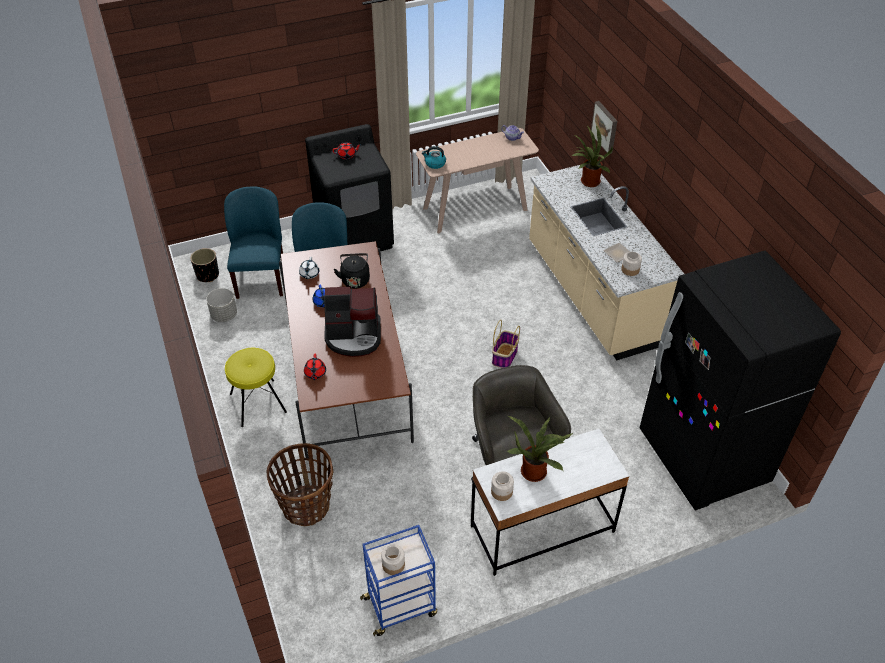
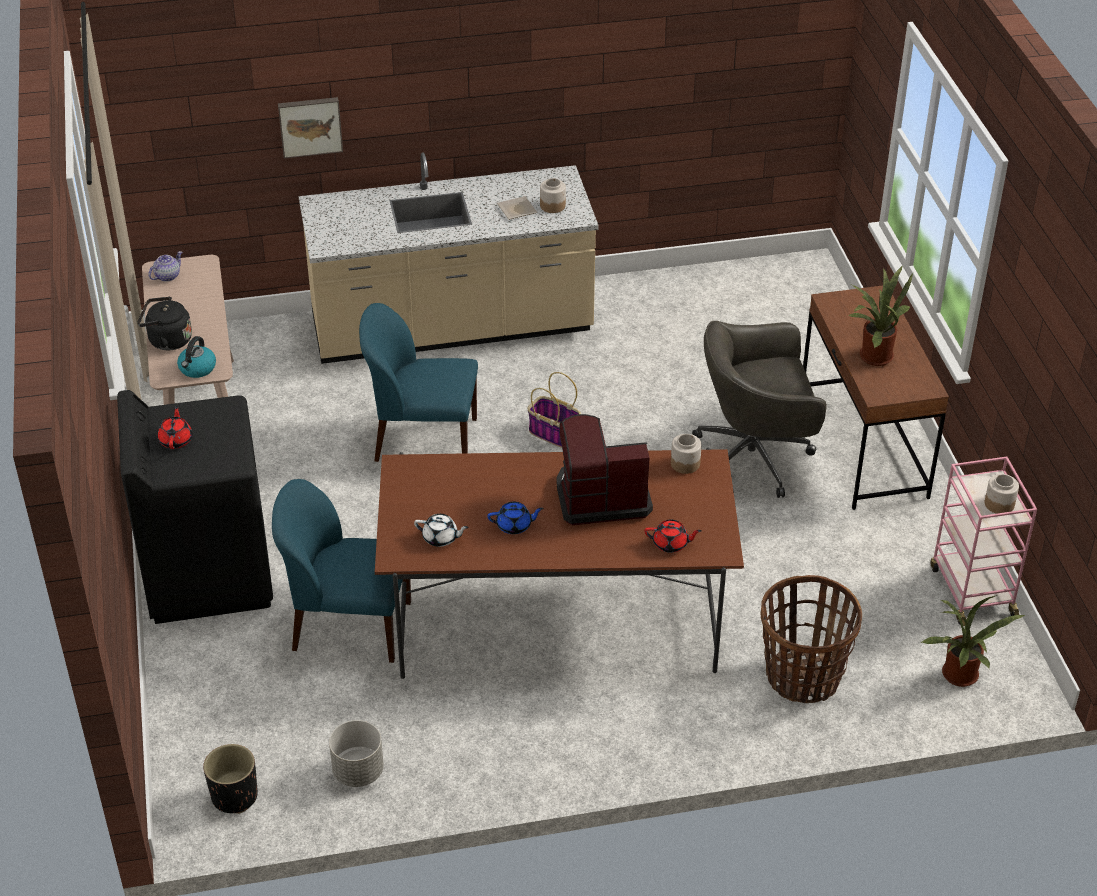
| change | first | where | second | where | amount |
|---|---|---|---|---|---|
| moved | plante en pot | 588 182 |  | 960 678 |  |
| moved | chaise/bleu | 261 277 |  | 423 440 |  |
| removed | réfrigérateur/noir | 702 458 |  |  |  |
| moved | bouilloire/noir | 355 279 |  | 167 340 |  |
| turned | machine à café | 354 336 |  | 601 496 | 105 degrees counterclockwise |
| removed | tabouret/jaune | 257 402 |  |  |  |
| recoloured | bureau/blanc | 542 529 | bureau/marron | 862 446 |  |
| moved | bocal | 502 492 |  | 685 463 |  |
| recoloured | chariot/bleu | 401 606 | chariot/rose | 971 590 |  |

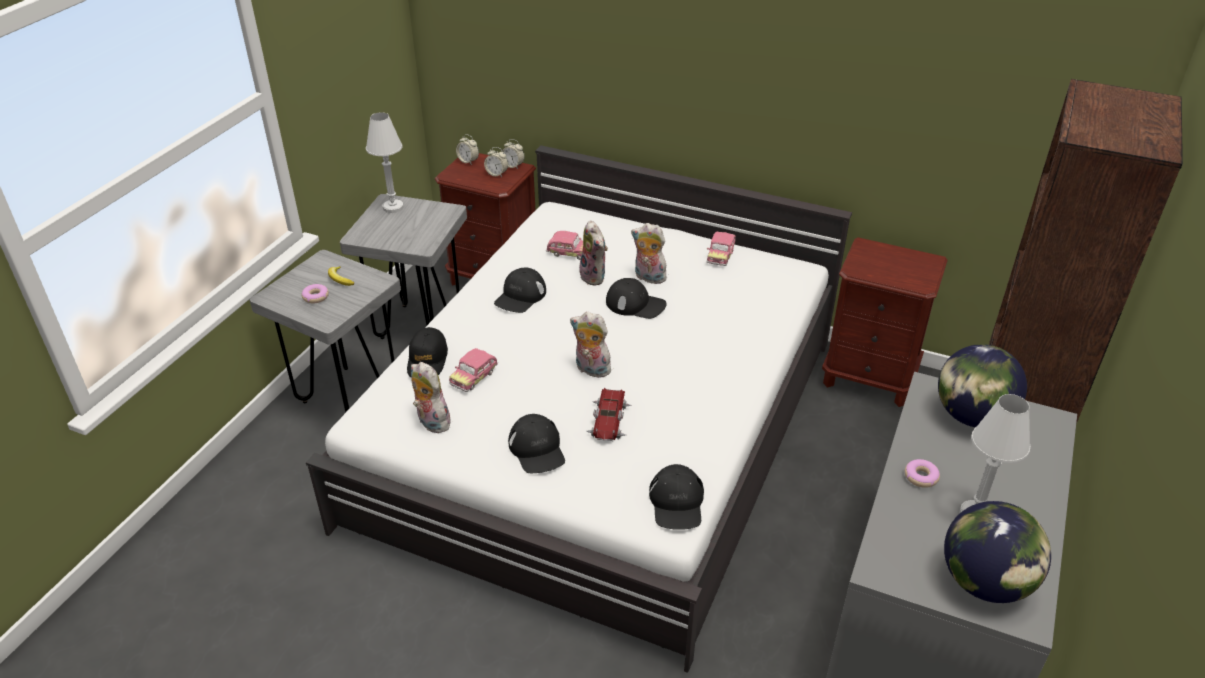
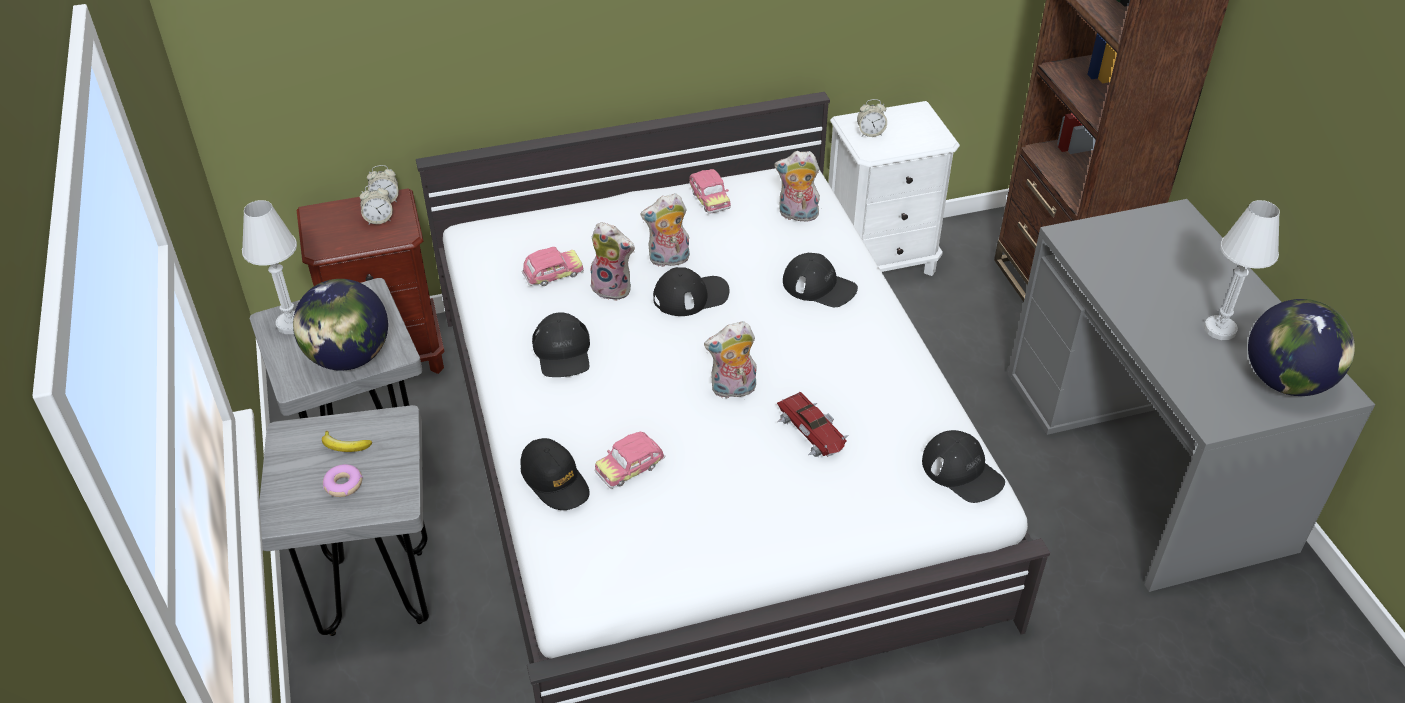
| change | first | where | second | where | amount |
|---|---|---|---|---|---|
| moved | réveil | 468 161 |  | 870 133 |  |
| recoloured | table de chevet/marron | 869 378 | table de chevet/blanc | 880 261 |  |
| moved | globe | 971 416 |  | 349 358 |  |
| turned | petite voiture | 474 377 |  | 630 468 | 60 degrees clockwise |
| moved | peluche | 431 422 |  | 797 215 |  |
| moved | casquette/noir | 537 449 |  | 819 286 |  |
| removed | beignet | 921 477 |  |  |  |

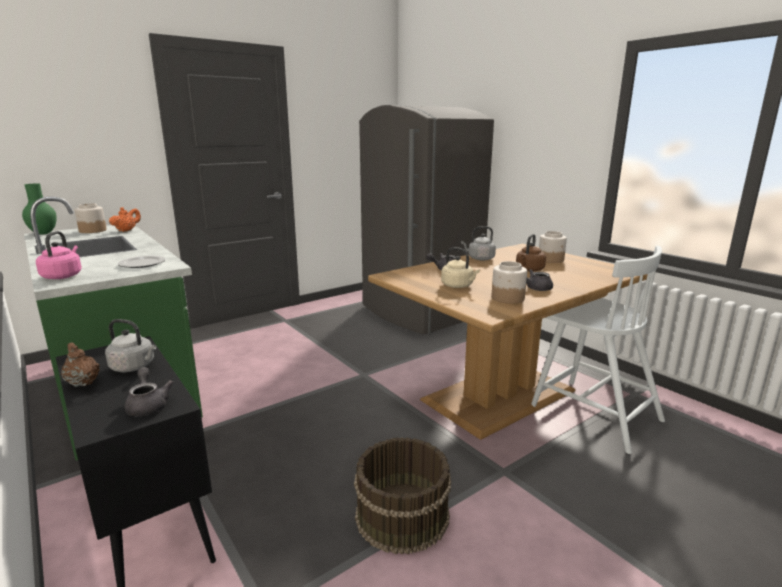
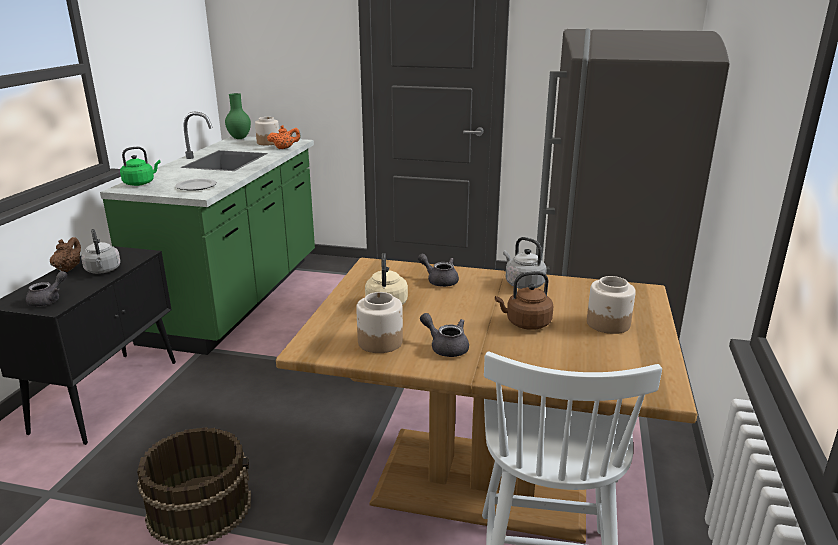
| change | first | where | second | where | amount |
|---|---|---|---|---|---|
| recoloured | bouilloire/rose | 63 276 | bouilloire/vert | 140 183 |  |

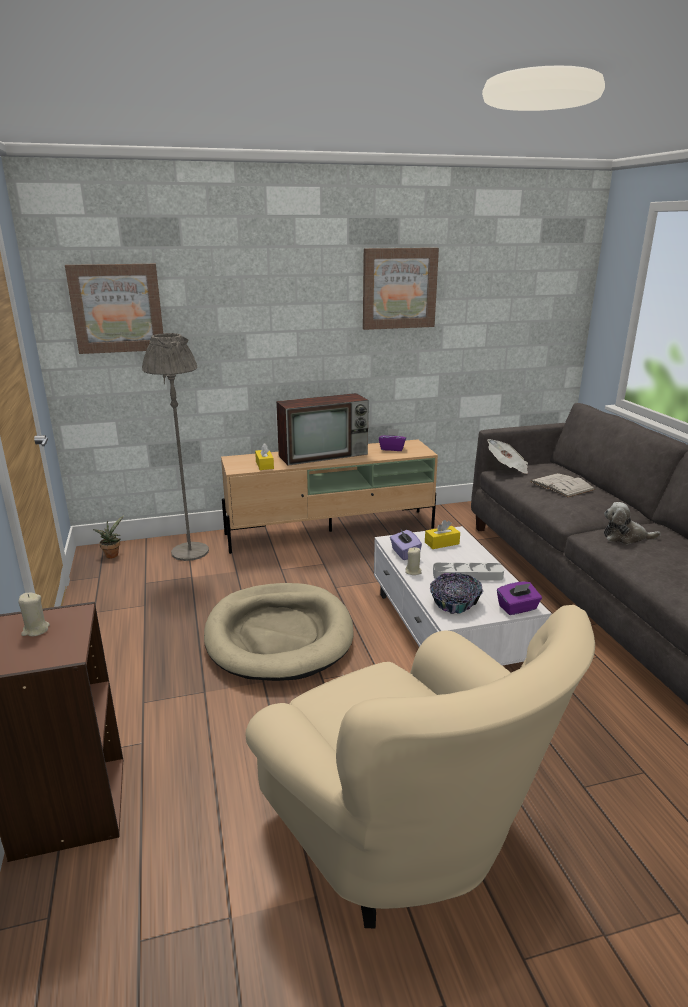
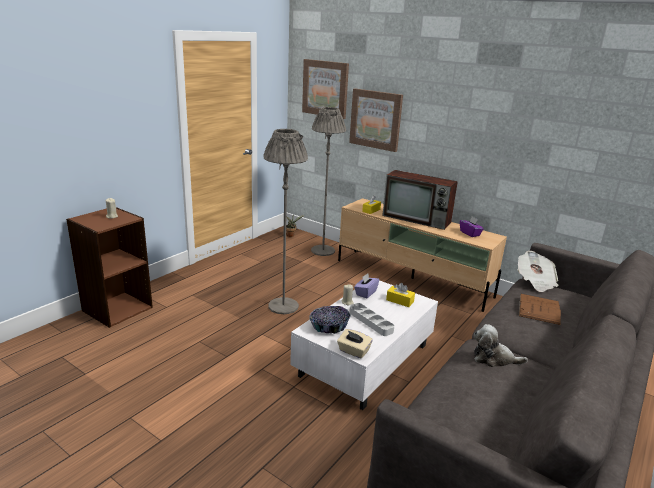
| change | first | where | second | where | amount |
|---|---|---|---|---|---|
| moved | tableau | 399 288 |  | 376 119 |  |
| recoloured | livre/blanc | 561 485 | livre/marron | 539 309 |  |
| turned | peluche | 625 537 |  | 494 359 | 45 degrees counterclockwise |
| recoloured | boîte à mouchoirs/violet | 517 608 | boîte à mouchoirs/beige | 353 351 |  |
| replaced | panier pour chien/beige | 279 635 | lampadaire/gris | 283 306 |  |
| removed | fauteuil/beige | 405 838 |  |  |  |

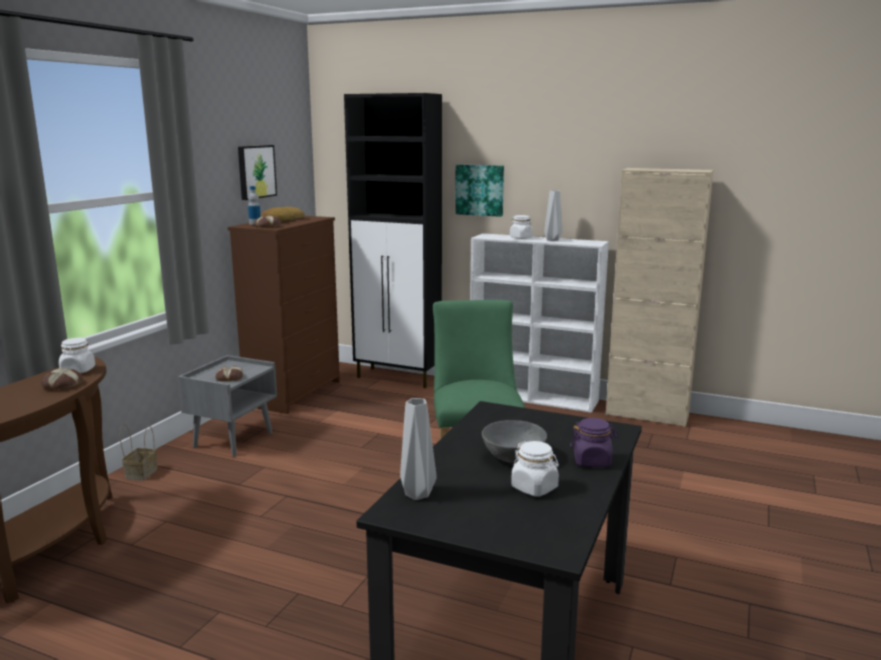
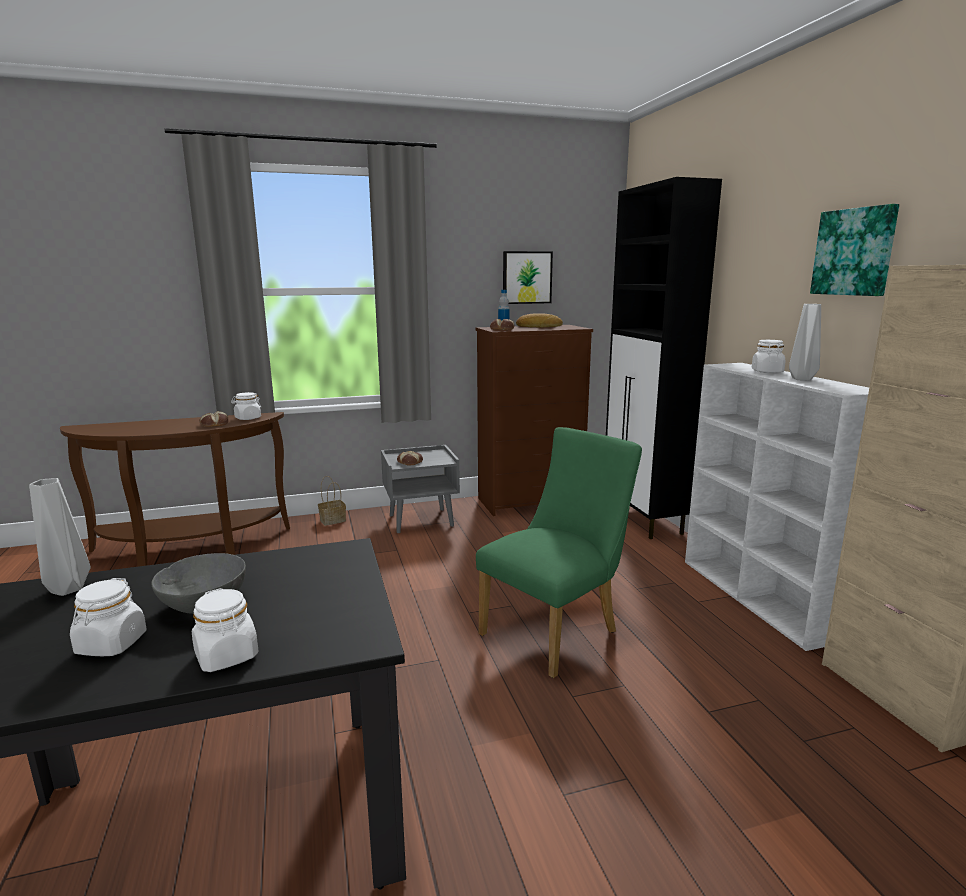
| change | first | where | second | where | amount |
|---|---|---|---|---|---|
| moved | tableau | 480 190 |  | 854 252 |  |
| recoloured | bocal/violet | 592 461 | bocal/blanc | 227 656 |  |

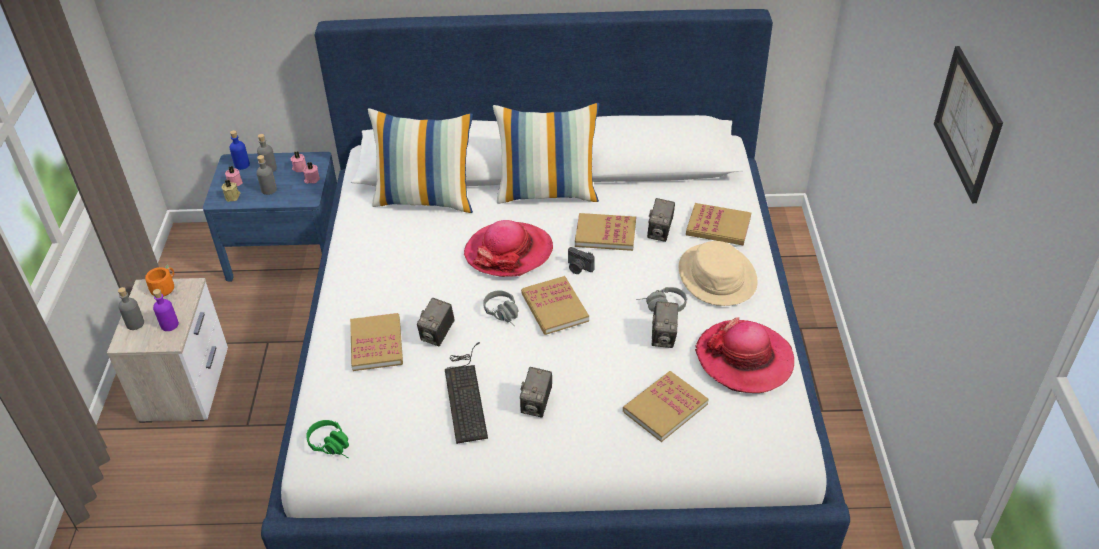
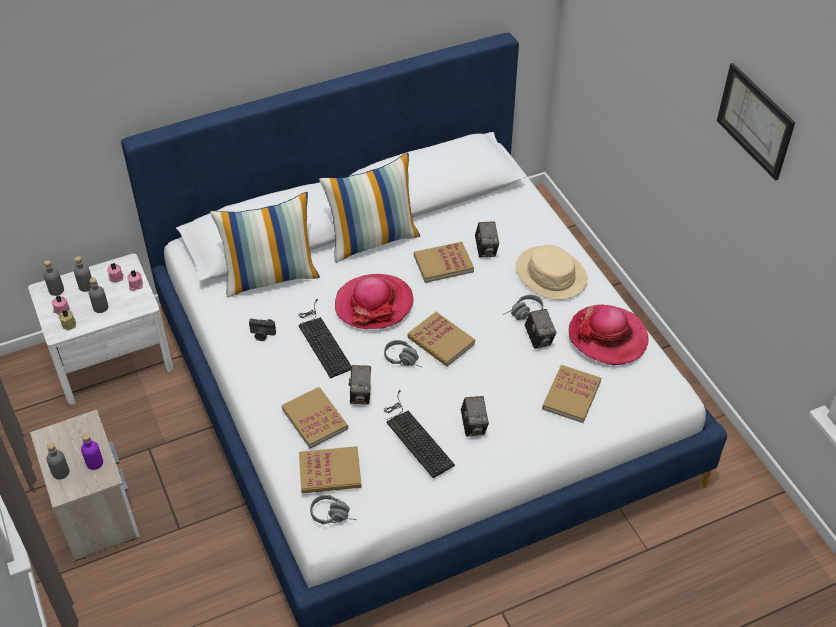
| change | first | where | second | where | amount |
|---|---|---|---|---|---|
| recoloured | bouteille/bleu | 242 165 | bouteille/gris | 56 290 |  |
| recoloured | table de chevet/bleu | 287 251 | table de chevet/blanc | 111 358 |  |
| moved | livre | 718 227 |  | 330 472 |  |
| moved | appareil photo | 578 268 |  | 262 335 |  |
| removed | mug/orange | 164 287 |  |  |  |
| recoloured | casque audio/vert | 334 446 | casque audio/gris | 334 515 |  |
| added |  |  | clavier | 322 340 |  |

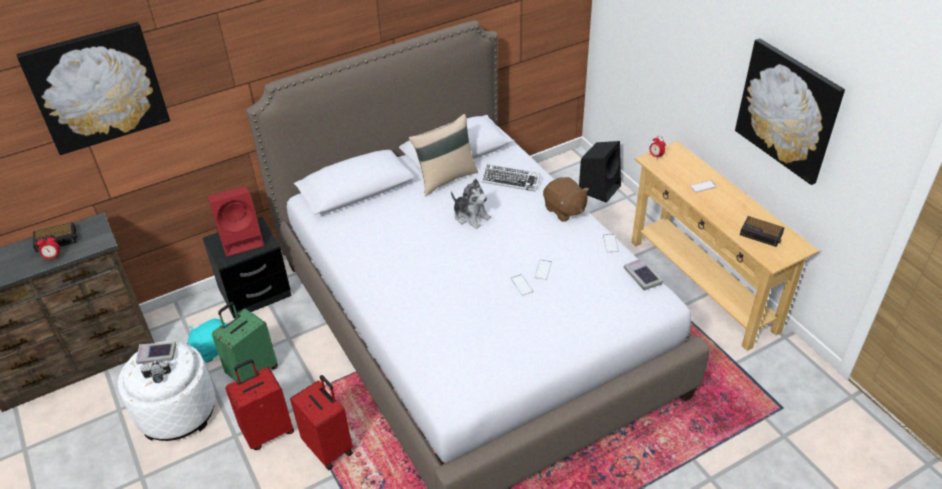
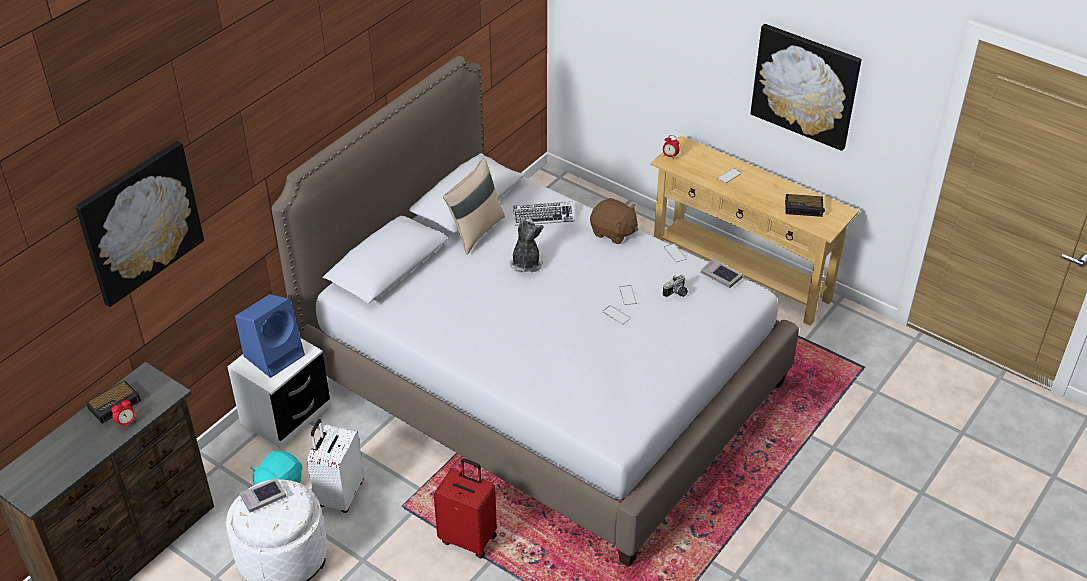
| change | first | where | second | where | amount |
|---|---|---|---|---|---|
| removed | enceinte/noir | 599 188 |  |  |  |
| turned | peluche | 471 216 |  | 526 263 | 105 degrees counterclockwise |
| recoloured | enceinte/rouge | 242 239 | enceinte/bleu | 275 354 |  |
| recoloured | table de chevet/noir | 255 293 | table de chevet/blanc | 285 415 |  |
| recoloured | valise/vert | 252 372 | valise/blanc | 339 494 |  |
| removed | valise/rouge | 267 431 |  |  |  |
| moved | appareil photo | 157 377 |  | 677 293 |  |

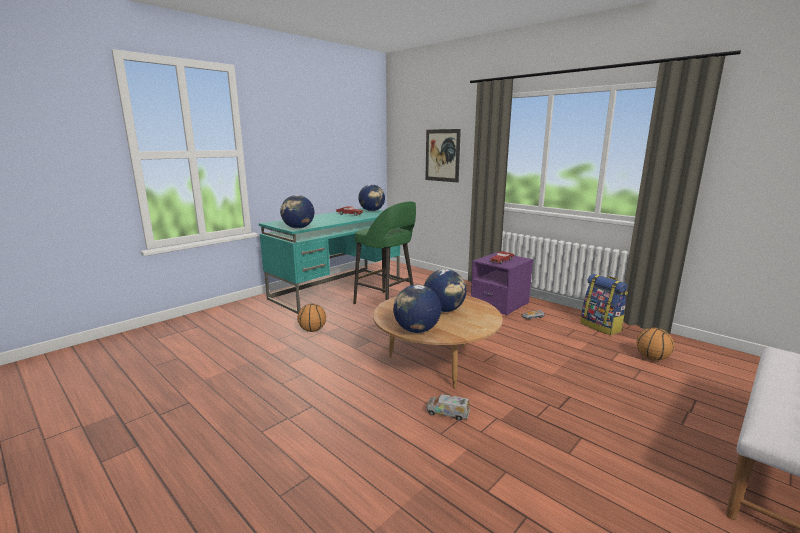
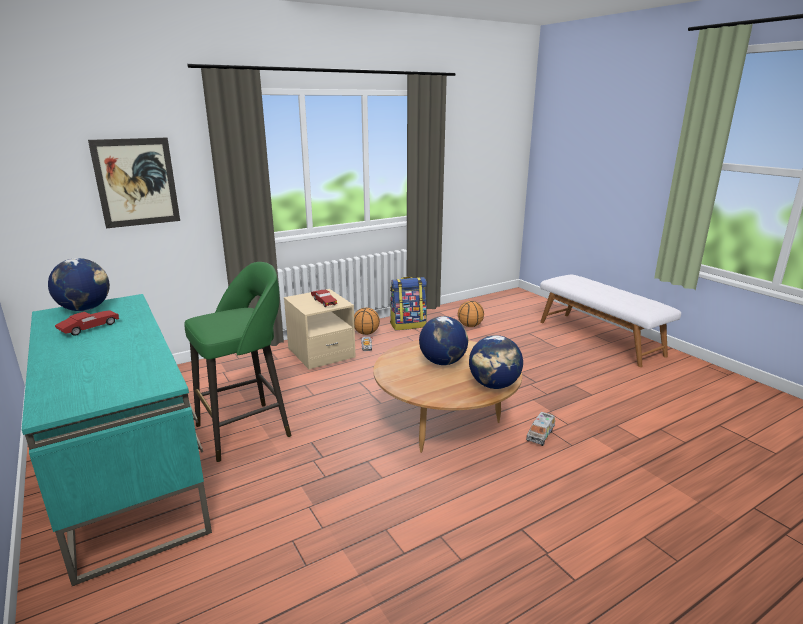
| change | first | where | second | where | amount |
|---|---|---|---|---|---|
| removed | globe | 298 228 |  |  |  |
| recoloured | table de chevet/violet | 499 304 | table de chevet/beige | 321 353 |  |
| moved | ballon de basket | 312 330 |  | 366 333 |  |

